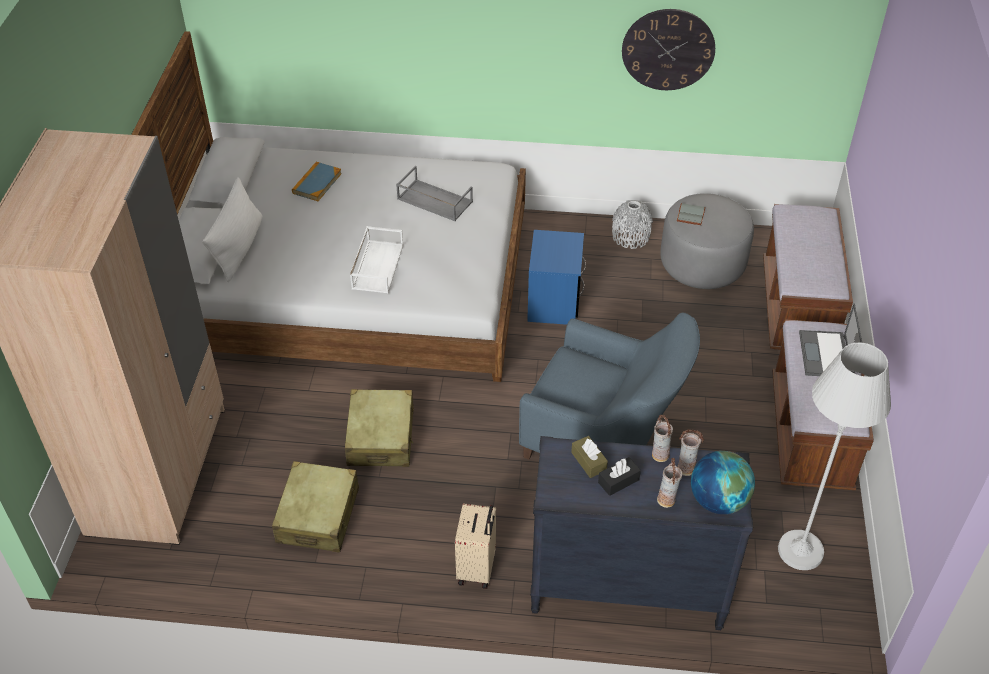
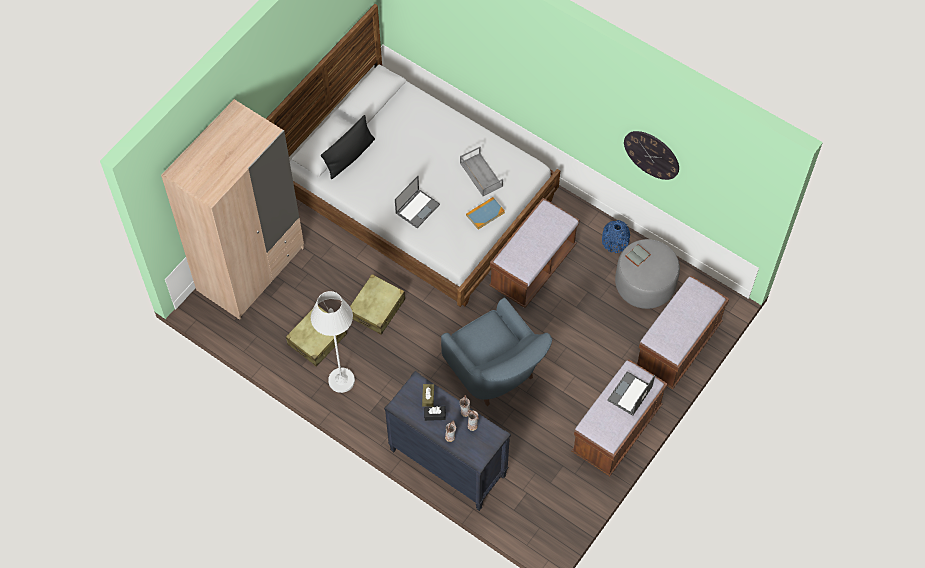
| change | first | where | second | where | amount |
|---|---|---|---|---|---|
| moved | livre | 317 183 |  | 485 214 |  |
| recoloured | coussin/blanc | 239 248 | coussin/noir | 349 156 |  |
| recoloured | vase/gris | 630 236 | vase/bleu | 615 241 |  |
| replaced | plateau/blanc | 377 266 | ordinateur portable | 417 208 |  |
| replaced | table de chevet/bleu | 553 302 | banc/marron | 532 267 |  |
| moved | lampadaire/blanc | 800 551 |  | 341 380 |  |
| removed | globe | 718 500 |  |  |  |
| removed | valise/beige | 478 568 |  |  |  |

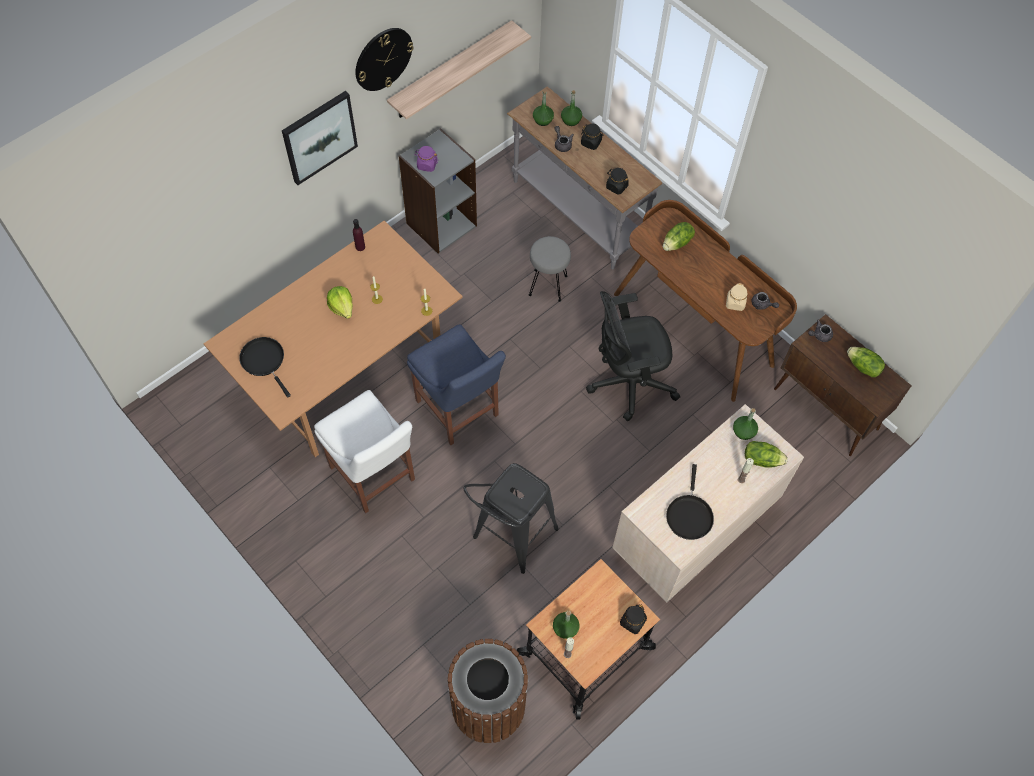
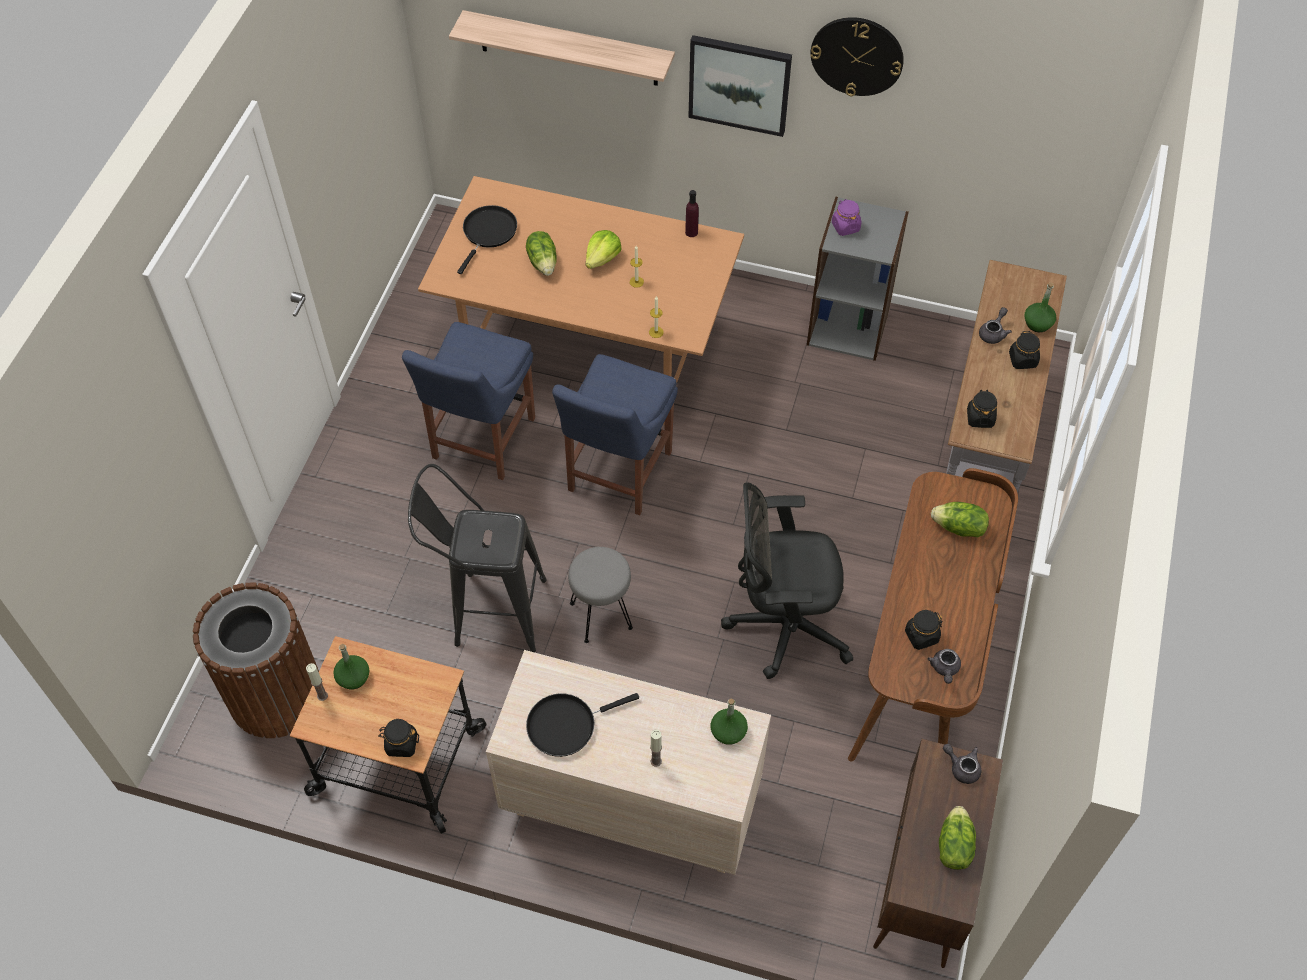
| change | first | where | second | where | amount |
|---|---|---|---|---|---|
| moved | étagère | 451 71 |  | 568 49 |  |
| removed | bouteille/vert | 543 120 |  |  |  |
| moved | tabouret/gris | 548 285 |  | 602 615 |  |
| recoloured | bocal/beige | 735 303 | bocal/noir | 921 636 |  |
| turned | chaise de bureau/noir | 627 383 |  | 782 625 | 45 degrees counterclockwise |
| recoloured | chaise/blanc | 374 476 | chaise/bleu | 480 442 |  |
| moved | laitue | 762 459 |  | 543 262 |  |

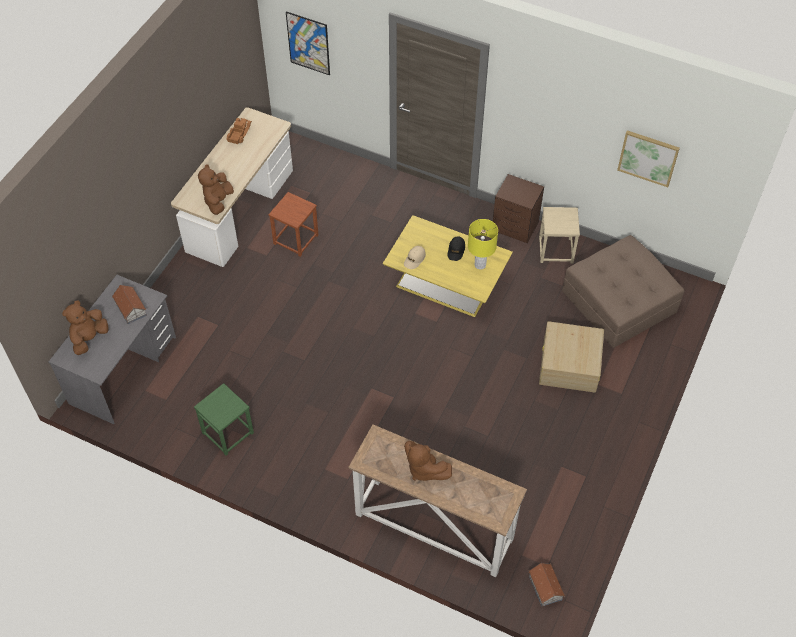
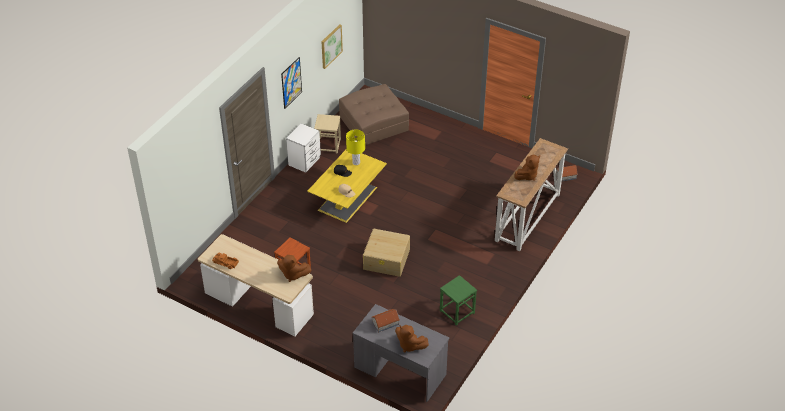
| change | first | where | second | where | amount |
|---|---|---|---|---|---|
| moved | tableau | 308 43 |  | 291 83 |  |
| recoloured | table de chevet/marron | 515 227 | table de chevet/blanc | 305 161 |  |
| moved | boîte de rangement/beige | 569 365 |  | 387 259 |  |

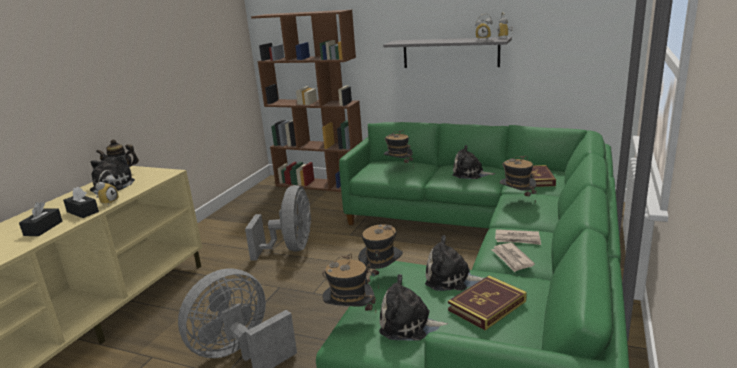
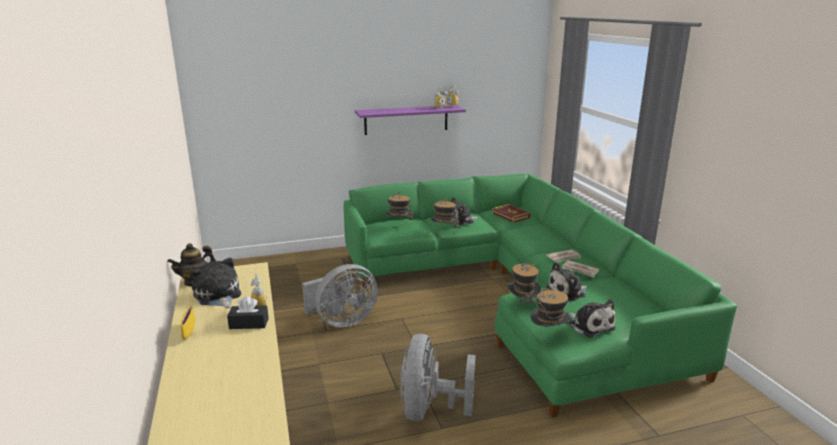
| change | first | where | second | where | amount |
|---|---|---|---|---|---|
| removed | bibliothèque/marron | 321 184 |  |  |  |
| recoloured | étagère/gris | 450 53 | étagère/violet | 406 119 |  |
| moved | chapeau | 517 201 |  | 444 232 |  |
| turned | ventilateur/gris | 291 248 |  | 342 321 | 90 degrees clockwise |
| removed | boîte à mouchoirs/noir | 43 228 |  |  |  |
| turned | peluche | 409 324 |  | 589 325 | 90 degrees counterclockwise |
| removed | livre | 487 306 |  |  |  |
| added |  |  | bol/jaune | 189 332 |  |

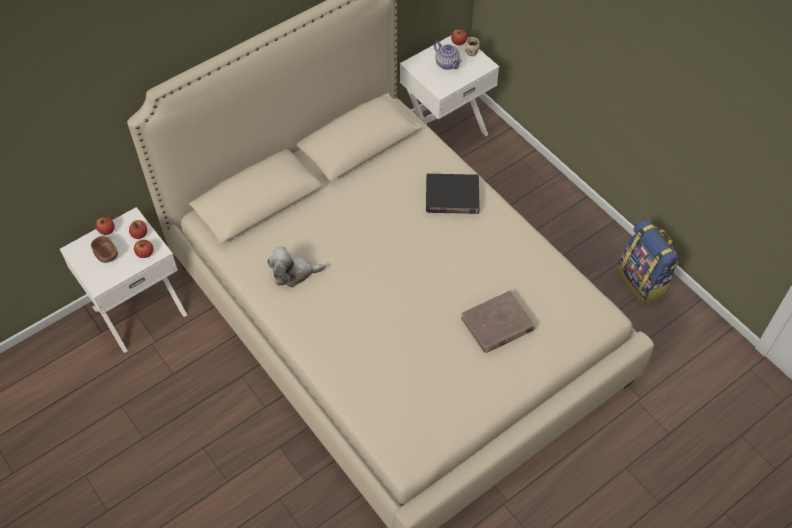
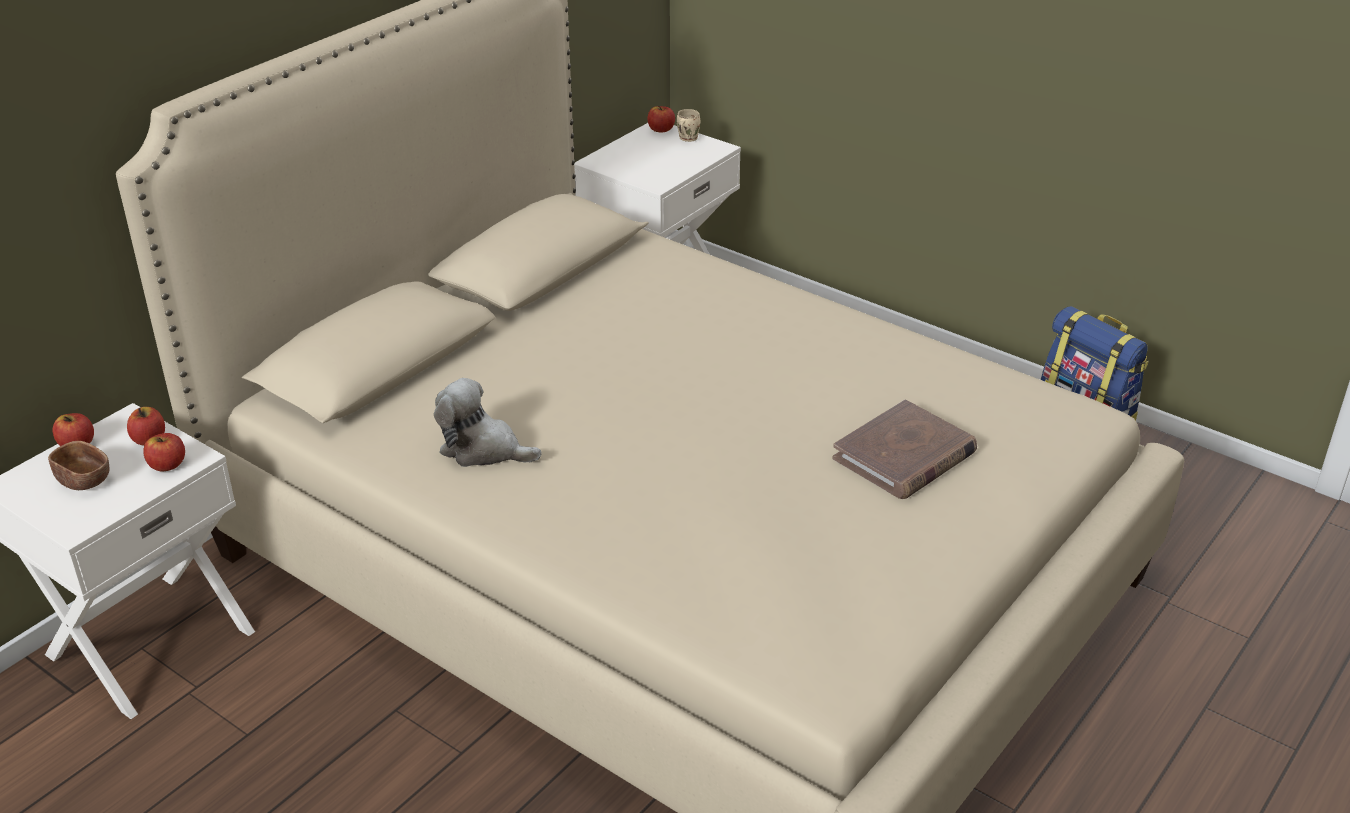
| change | first | where | second | where | amount |
|---|---|---|---|---|---|
| removed | théière | 447 63 |  |  |  |
| removed | livre/noir | 452 196 |  |  |  |
| turned | peluche | 294 273 |  | 483 449 | 45 degrees clockwise |

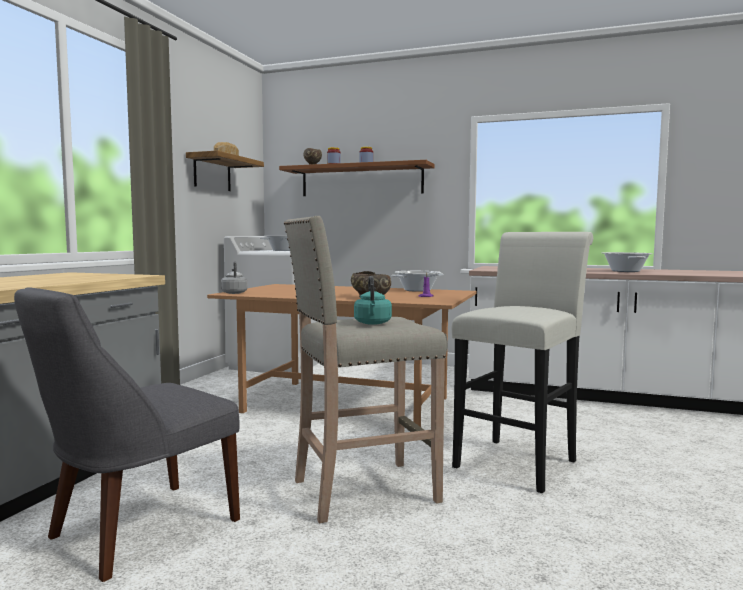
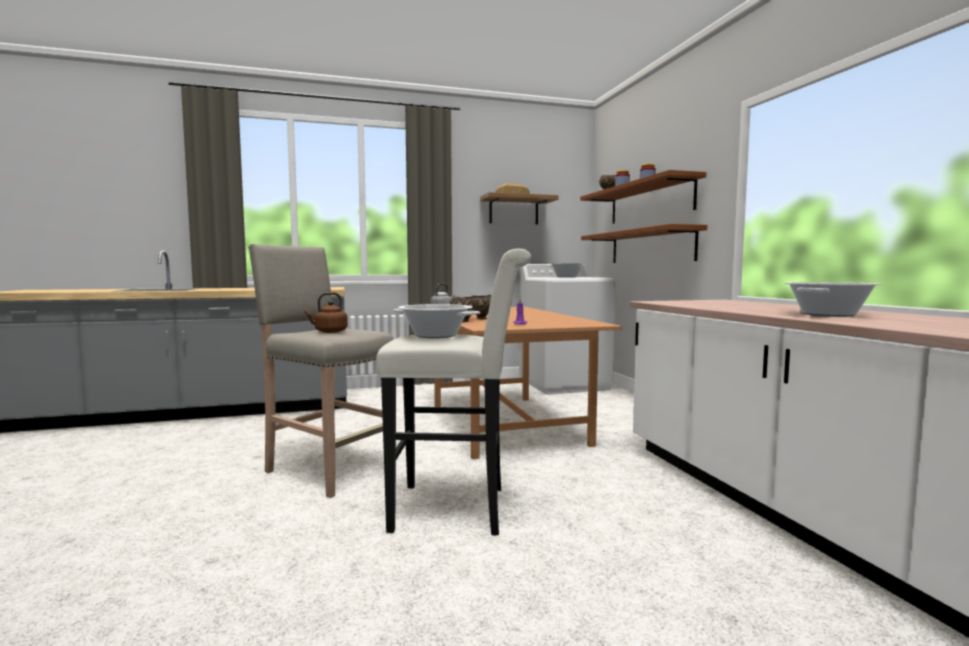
| change | first | where | second | where | amount |
|---|---|---|---|---|---|
| moved | marmite | 417 290 |  | 435 335 |  |
| recoloured | bouilloire/turquoise | 372 323 | bouilloire/marron | 329 332 |  |
| removed | chaise/gris | 137 531 |  |  |  |
| added |  |  | étagère/marron | 650 246 |  |

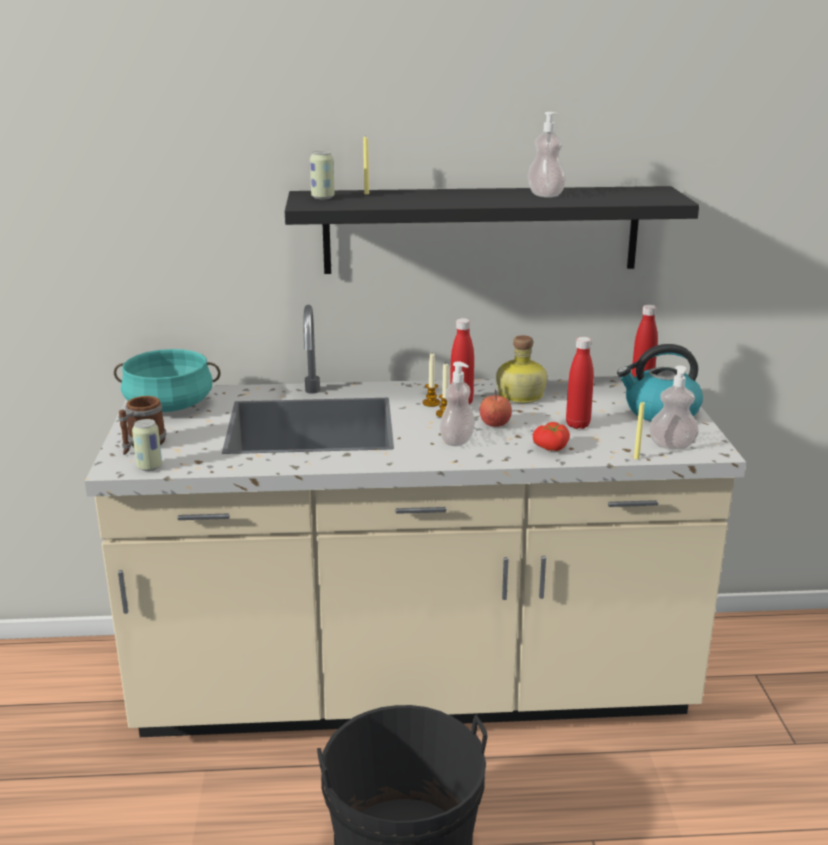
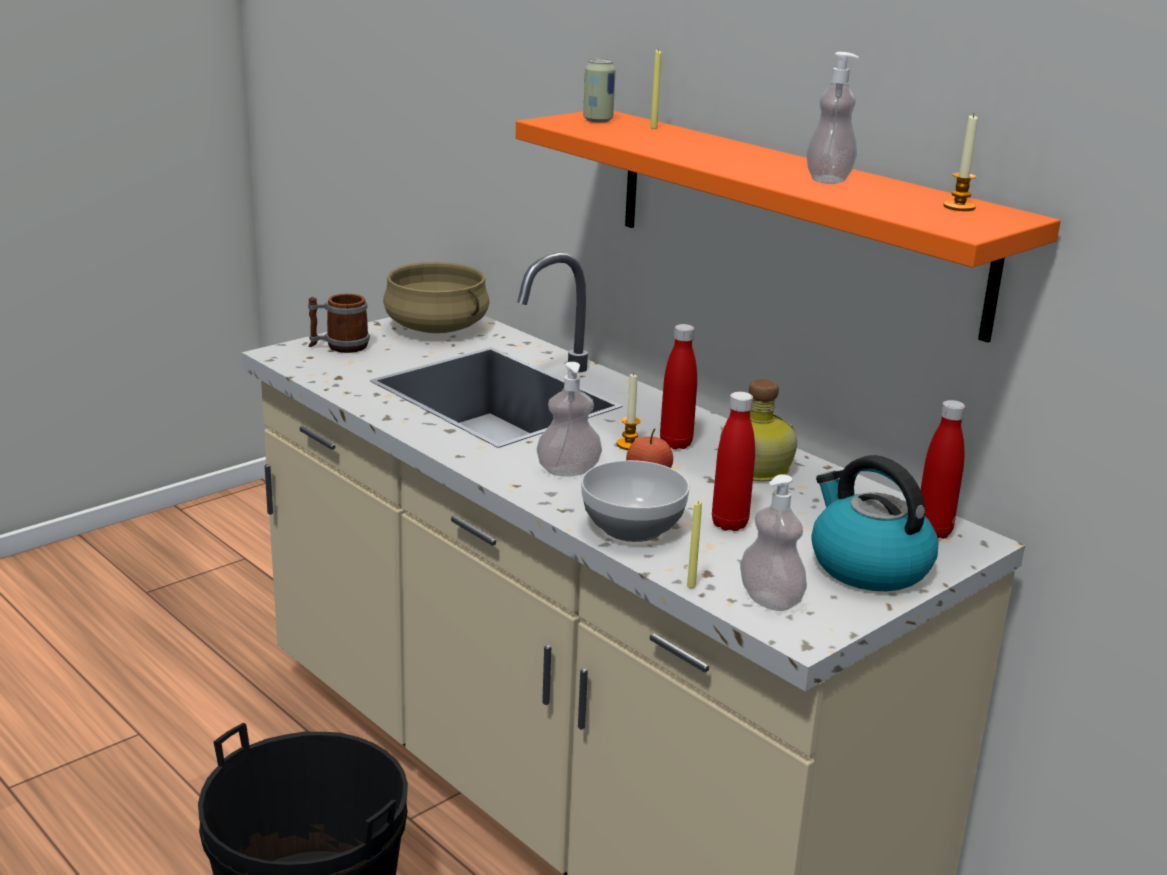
| change | first | where | second | where | amount |
|---|---|---|---|---|---|
| recoloured | étagère/noir | 481 230 | étagère/orange | 795 217 |  |
| recoloured | marmite/turquoise | 170 405 | marmite/beige | 437 327 |  |
| moved | bougie | 431 403 |  | 959 207 |  |
| removed | boîte métallique | 149 466 |  |  |  |
| replaced | tomate | 551 448 | bol | 634 527 |  |

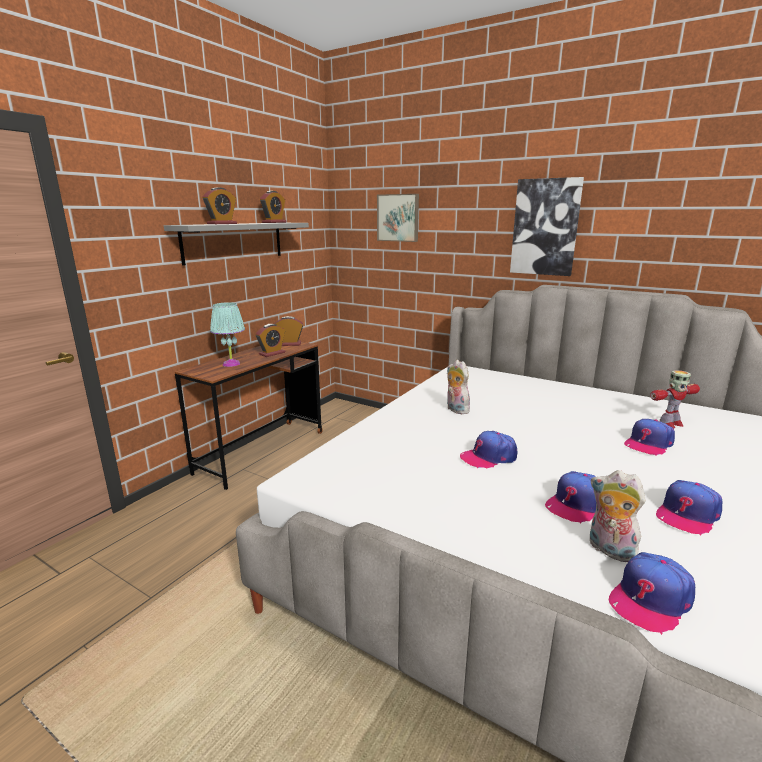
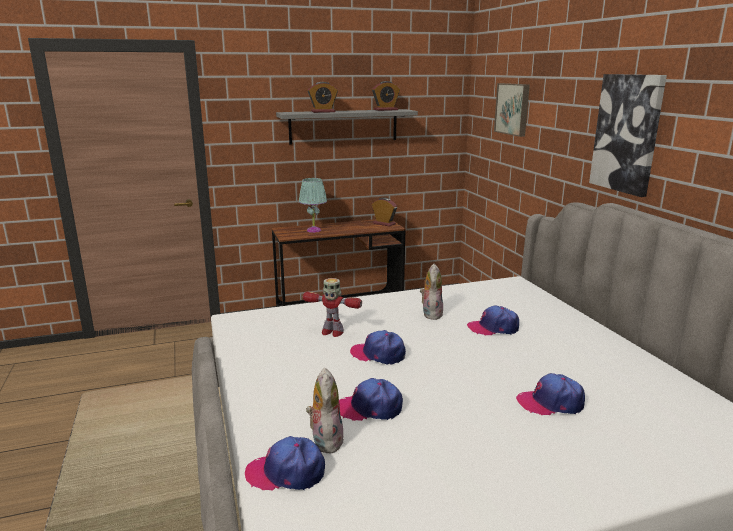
| change | first | where | second | where | amount |
|---|---|---|---|---|---|
| removed | réveil | 272 353 |  |  |  |
| moved | robot jouet | 670 424 |  | 332 332 |  |
| moved | casquette | 687 514 |  | 493 328 |  |

